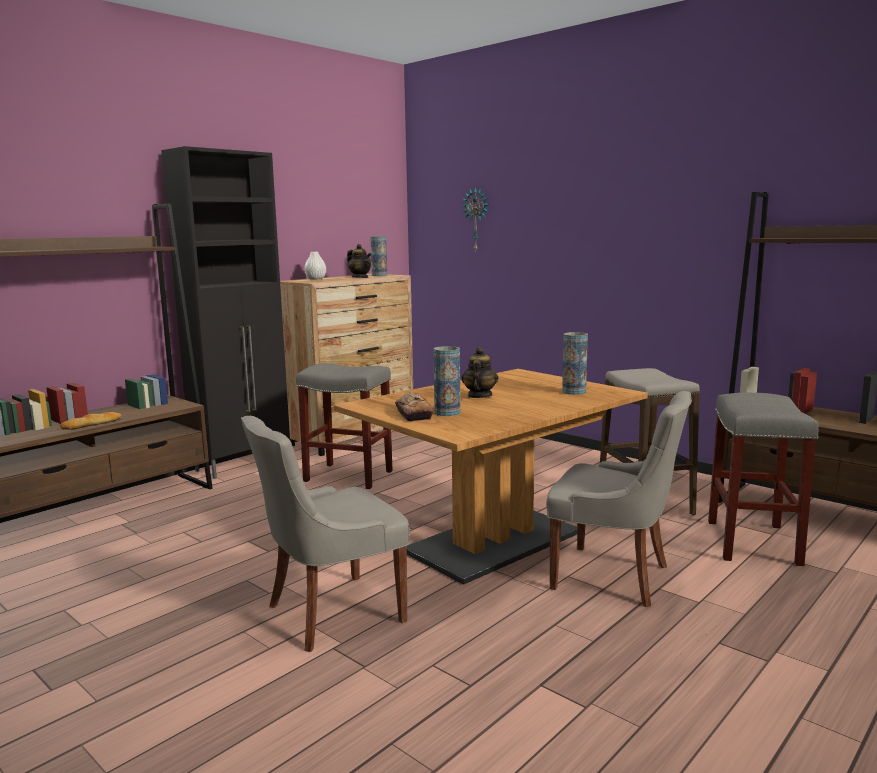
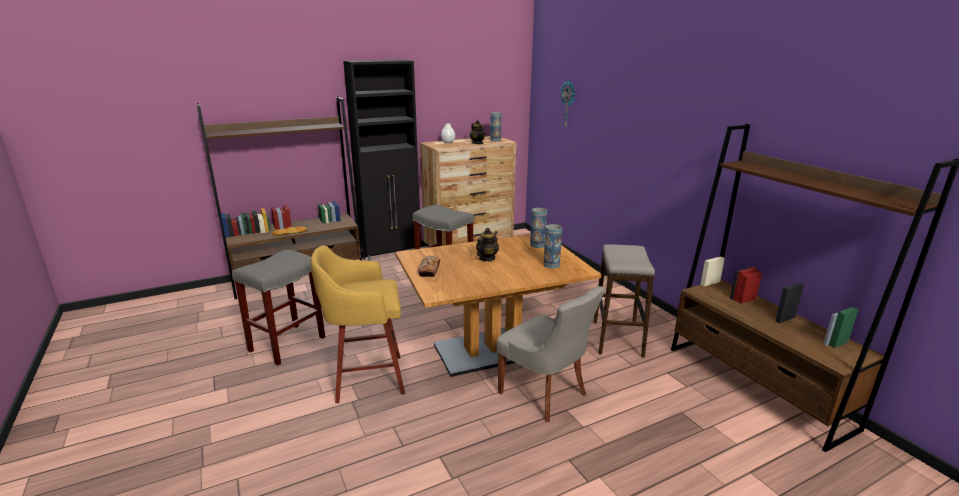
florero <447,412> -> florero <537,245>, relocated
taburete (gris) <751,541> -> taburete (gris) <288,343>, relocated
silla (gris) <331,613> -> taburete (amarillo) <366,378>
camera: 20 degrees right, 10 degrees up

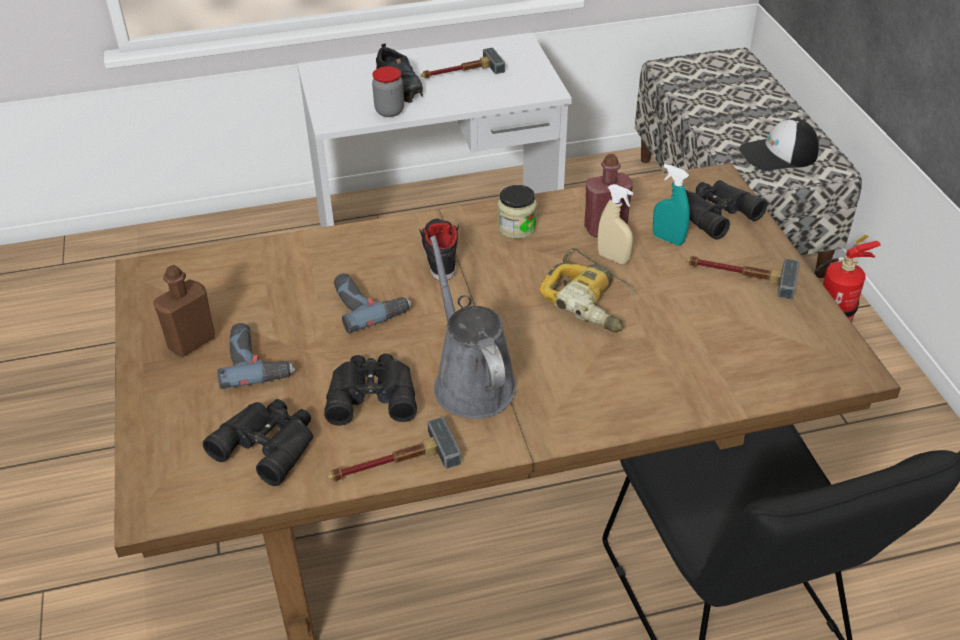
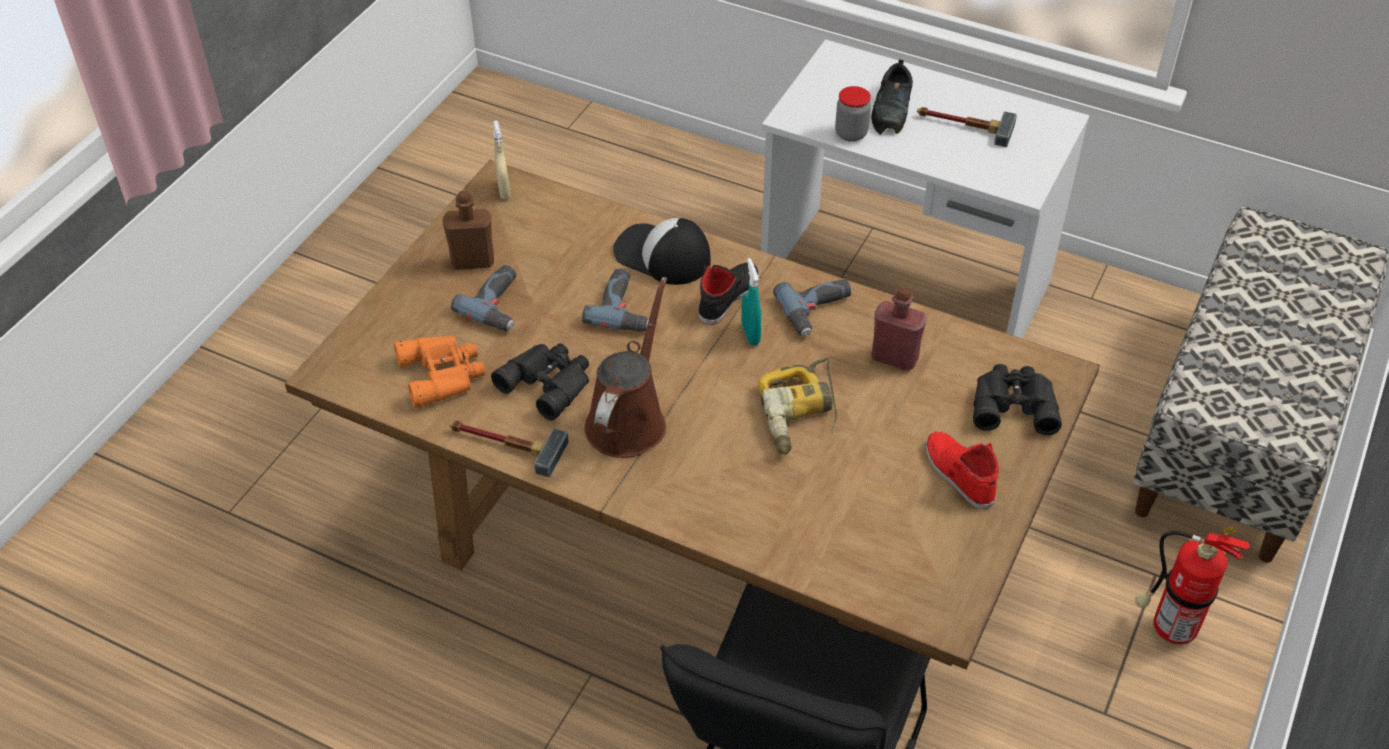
gorra <778,154> -> gorra <662,255>, relocated
pulverizador (turquesa) <668,239> -> pulverizador (turquesa) <750,334>, relocated
pulverizador (beis) <613,258> -> pulverizador (beis) <504,190>, relocated
tarro <516,228> -> taladro <818,311>
regadera (gris) <471,381> -> regadera (marrón) <628,420>
martillo <739,275> -> zapato (rojo) <958,474>
prismáticos (negro) <269,443> -> prismáticos (naranja) <443,374>
camera: 40 degrees right, 5 degrees up

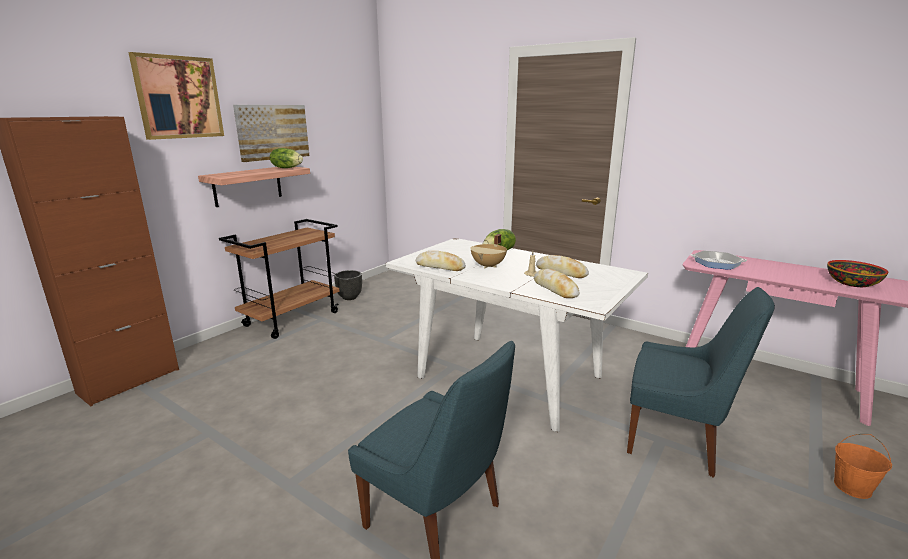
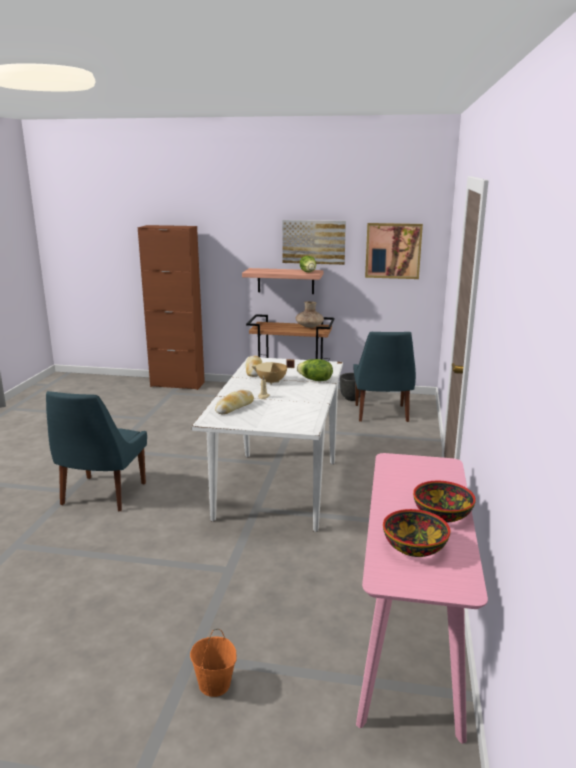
cuadro <178,97> -> cuadro <393,250>, relocated
sartén <716,263> -> none
pan <561,272> -> none
silla (azul) <677,440> -> silla (azul) <381,414>, relocated
none -> florero (marrón) <309,326>
none -> cuenco <443,515>
camera: 65 degrees right, 0 degrees up

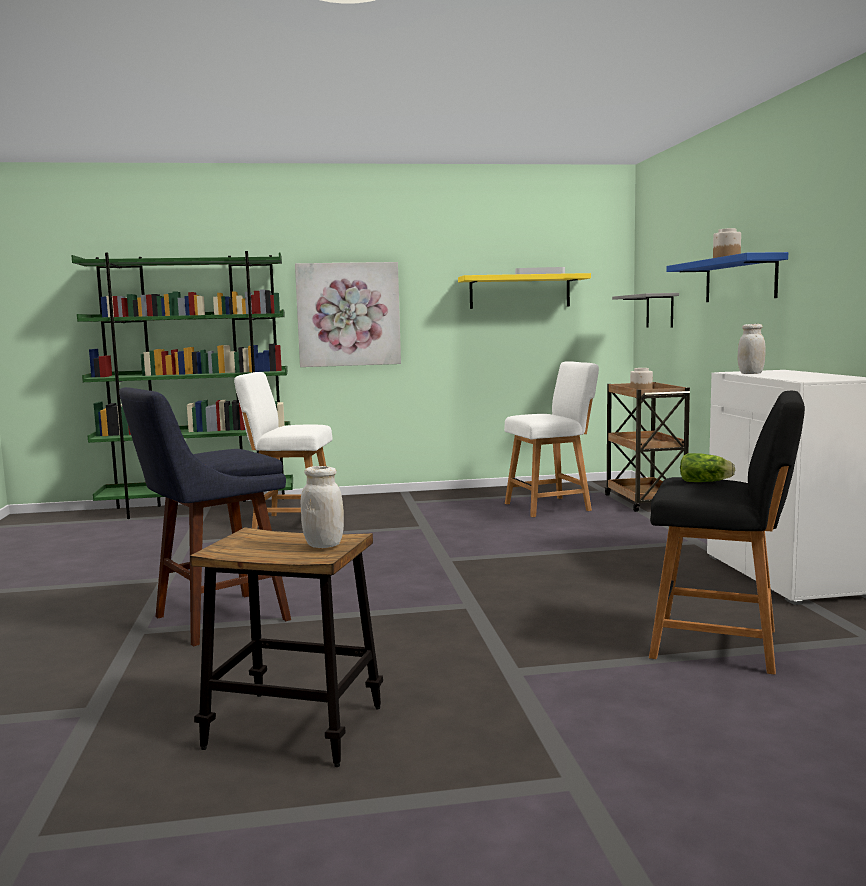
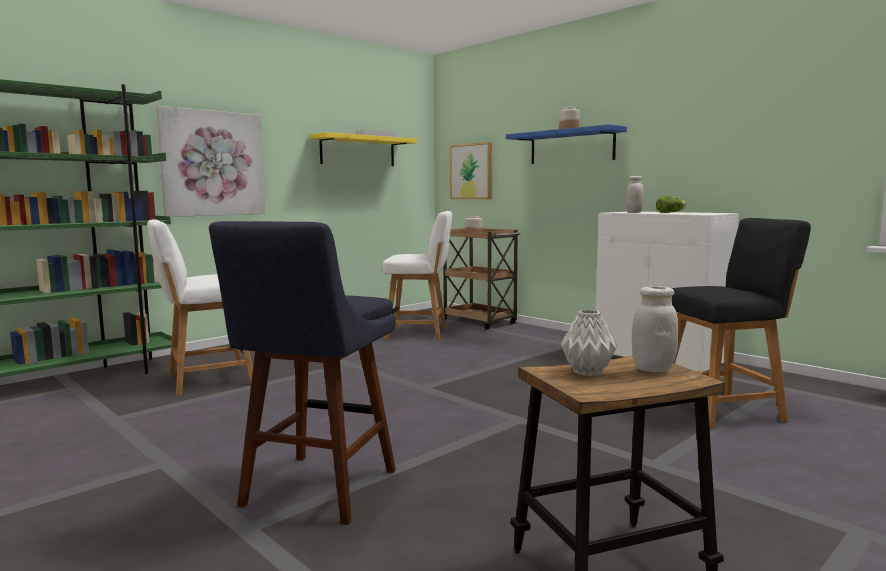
estante (gris) <660,310> -> cuadro <471,171>
silla (blanco) <551,506> -> silla (blanco) <420,333>, 60 degrees clockwise
lechuga <707,482> -> lechuga <671,212>, relocated
none -> florero (gris) <588,372>
camera: 35 degrees left, 0 degrees up

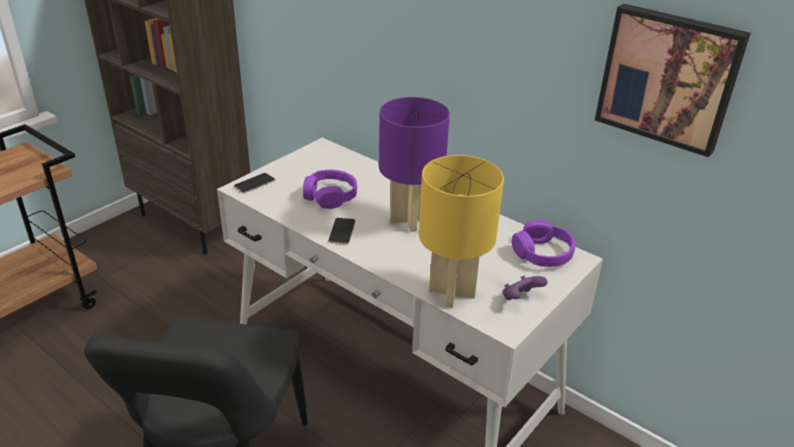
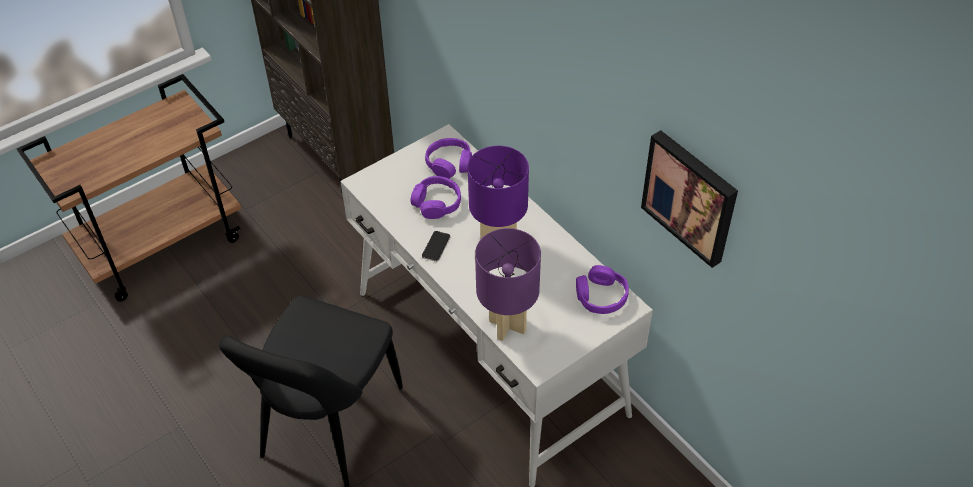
lámpara de mesa (amarillo) <452,293> -> lámpara de mesa (morado) <507,326>
móvil <254,183> -> none
mando de consola (morado) <520,298> -> none
none -> auriculares (morado) <449,164>
camera: 15 degrees right, 15 degrees up

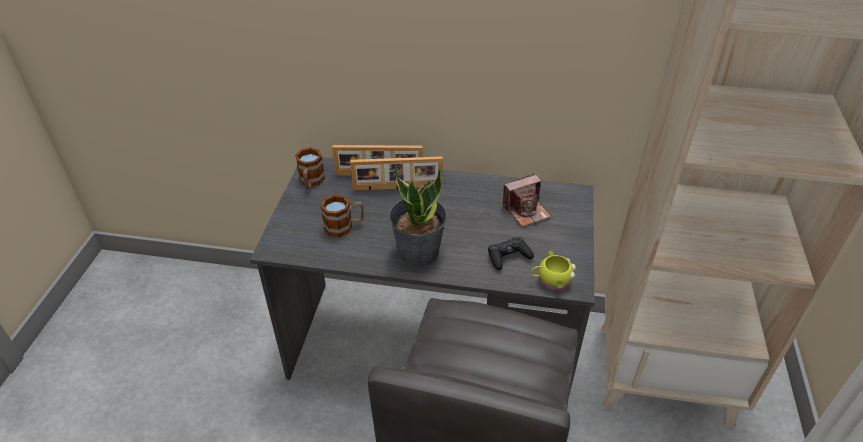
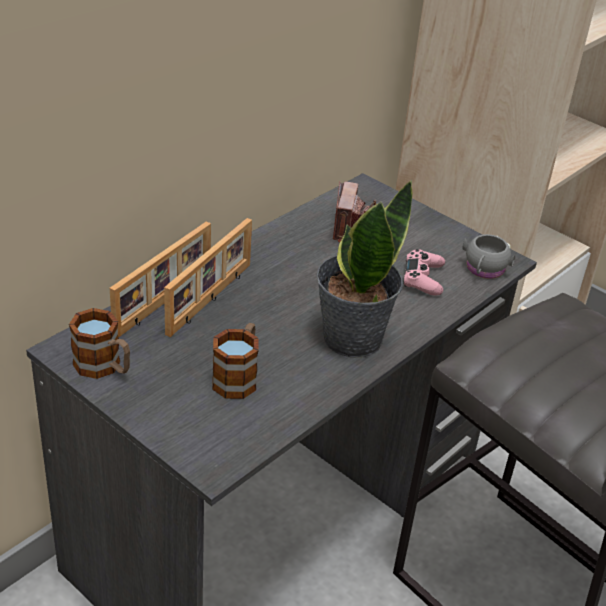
mando de consola (negro) <508,257> -> mando de consola (rosa) <423,279>
taza grande (amarillo) <551,280> -> taza grande (gris) <484,270>
camera: 60 degrees left, 5 degrees down

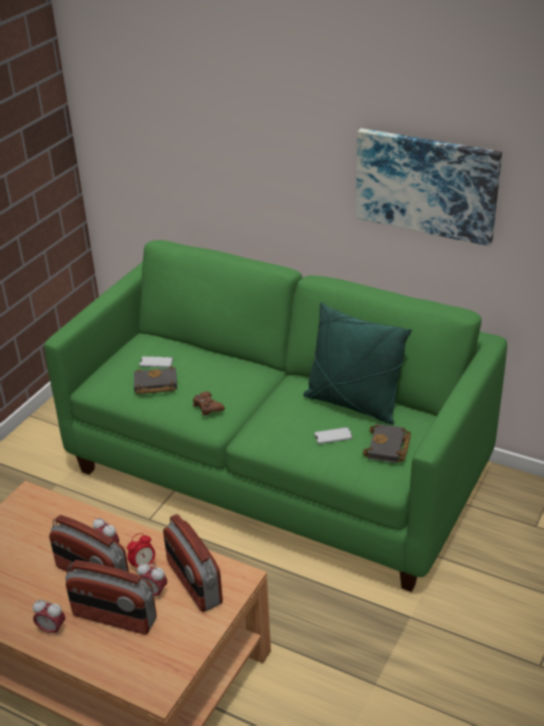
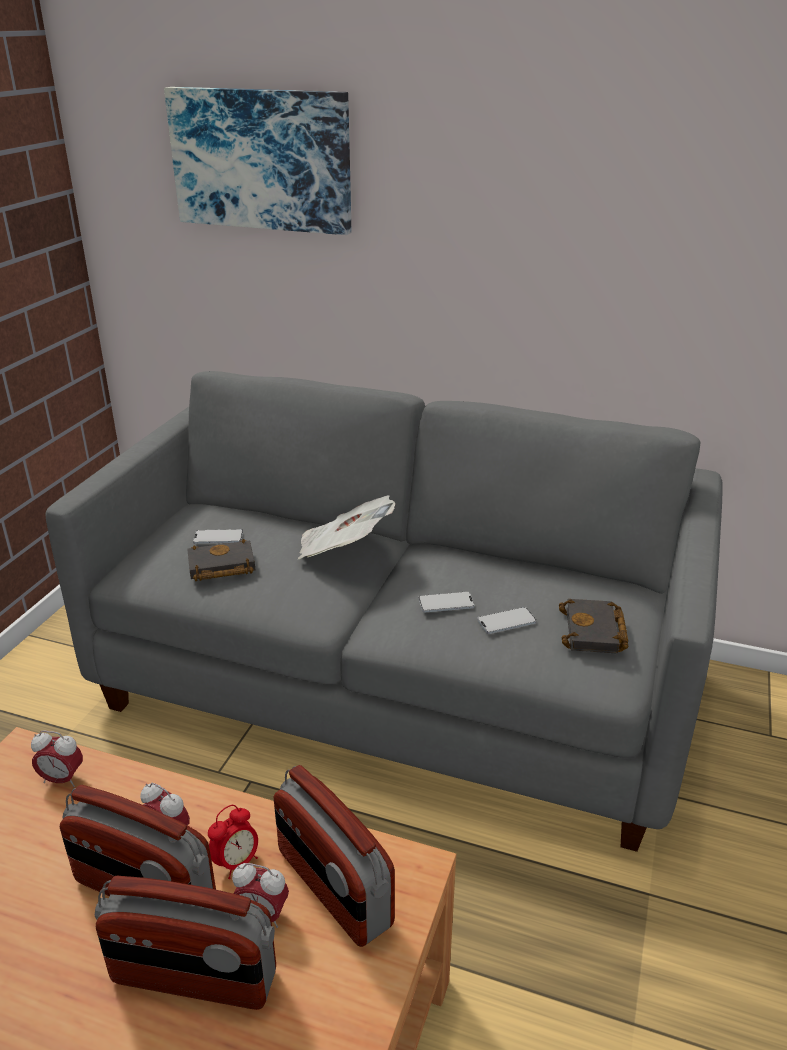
cuadro <427,184> -> cuadro <262,160>, relocated
sofá (verde) <278,470> -> sofá (gris) <395,685>
cojín (verde) <353,404> -> none
mando de consola (marrón) <207,407> -> none
despertador <51,629> -> despertador <62,779>, relocated
none -> periódico <343,550>
none -> móvil <446,603>
camera: 10 degrees left, 5 degrees down

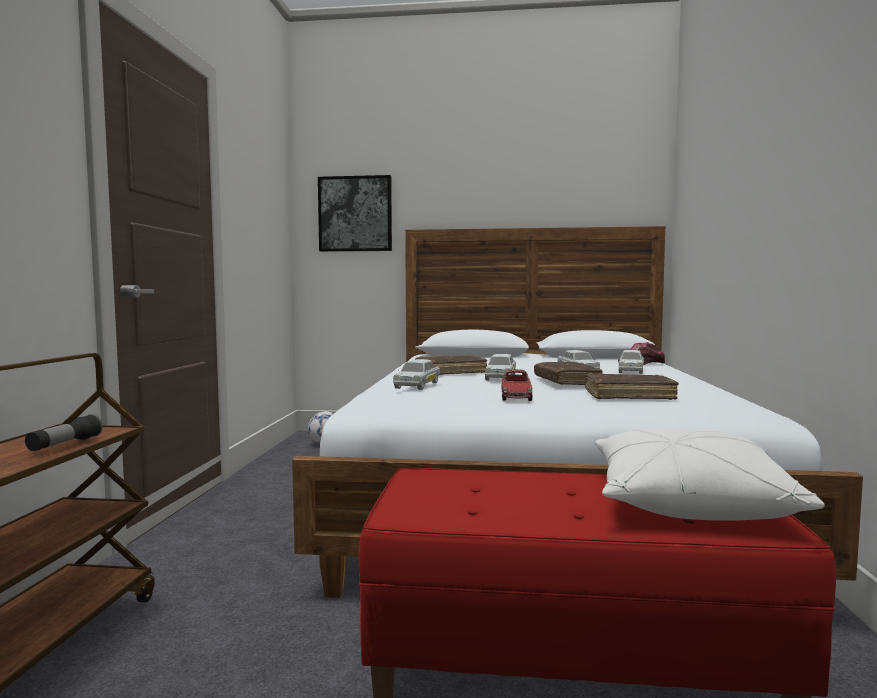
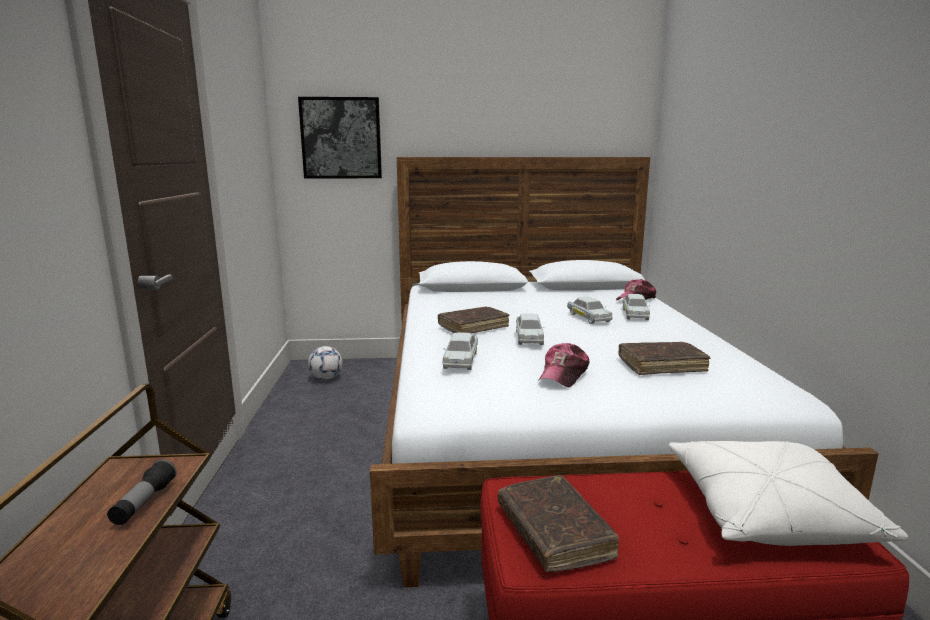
libro (marrón) <566,381> -> libro (marrón) <554,532>, relocated
coche de juguete <516,396> -> gorra <563,374>
camera: 10 degrees left, 10 degrees up

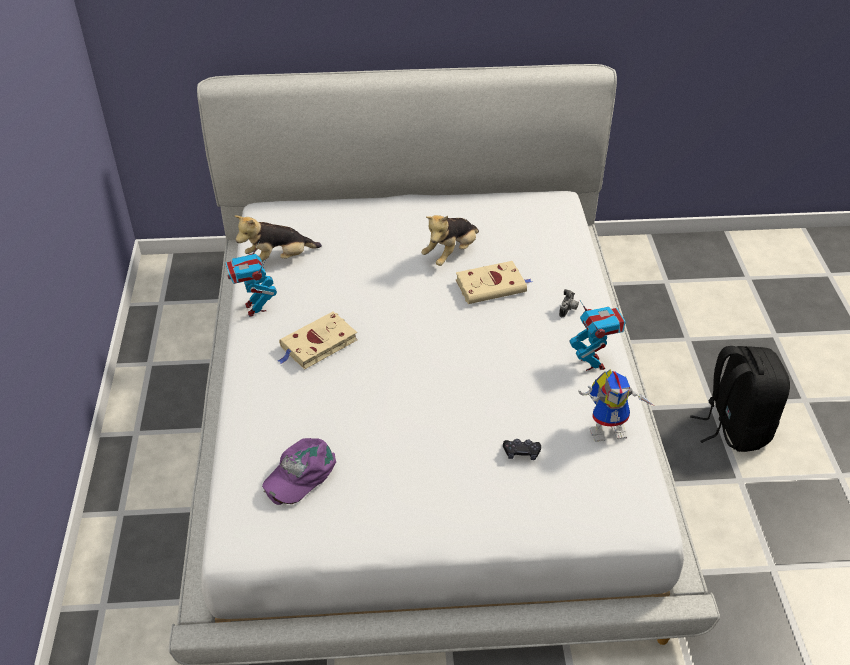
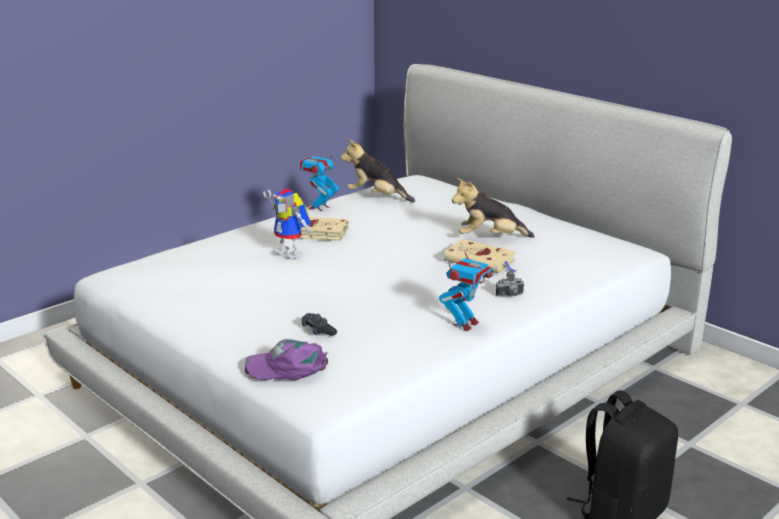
robot de juguete <609,429> -> robot de juguete <292,253>, relocated
gorra (morado) <300,473> -> gorra (morado) <288,367>, relocated
camera: 50 degrees right, 20 degrees down

